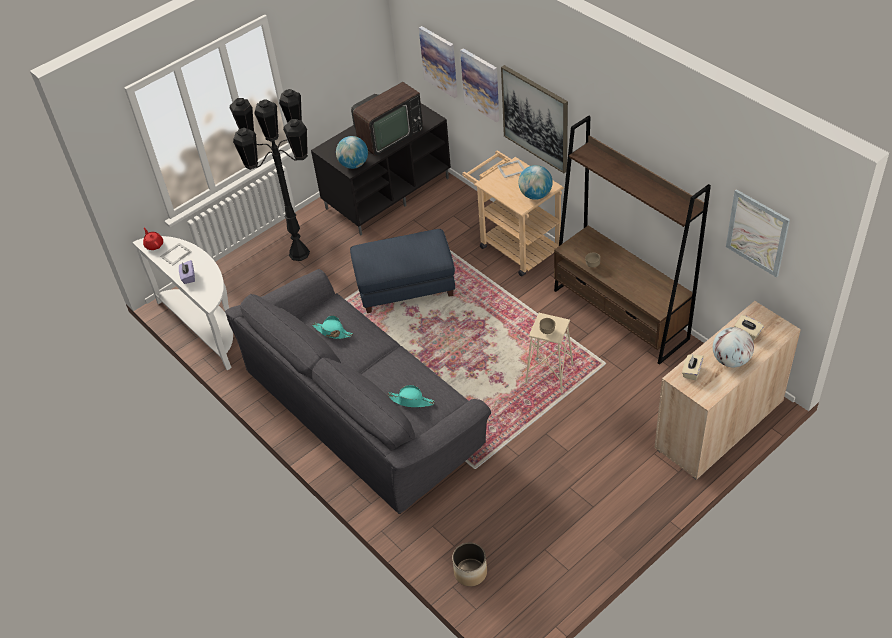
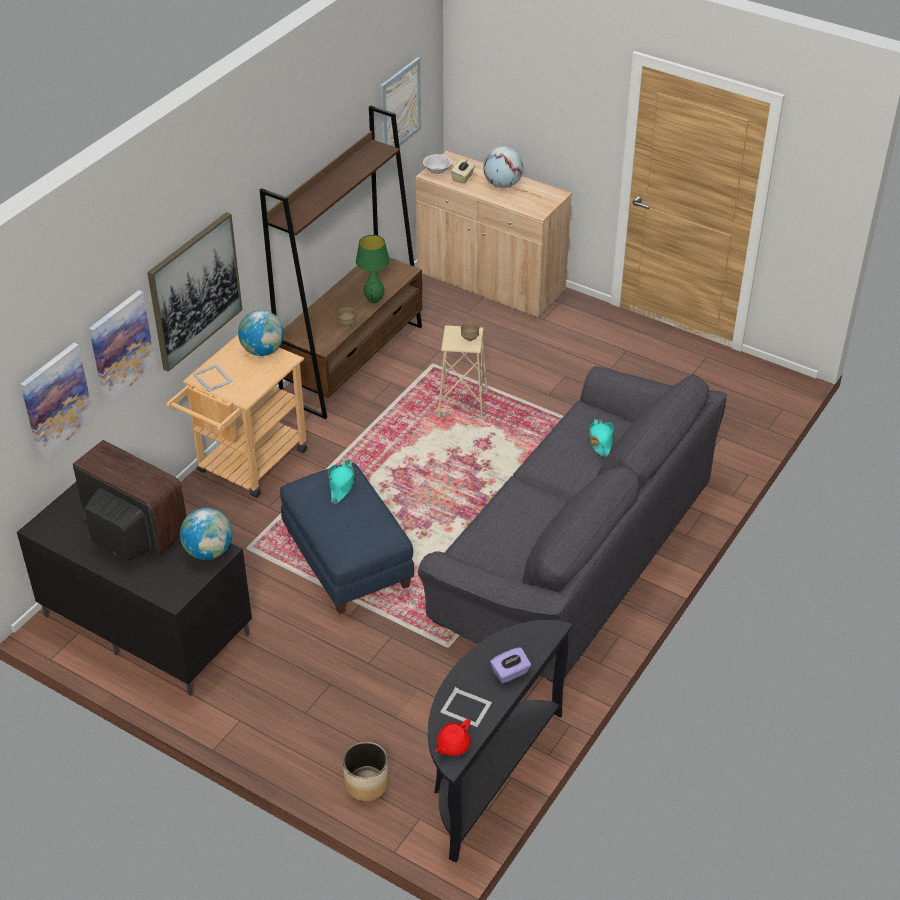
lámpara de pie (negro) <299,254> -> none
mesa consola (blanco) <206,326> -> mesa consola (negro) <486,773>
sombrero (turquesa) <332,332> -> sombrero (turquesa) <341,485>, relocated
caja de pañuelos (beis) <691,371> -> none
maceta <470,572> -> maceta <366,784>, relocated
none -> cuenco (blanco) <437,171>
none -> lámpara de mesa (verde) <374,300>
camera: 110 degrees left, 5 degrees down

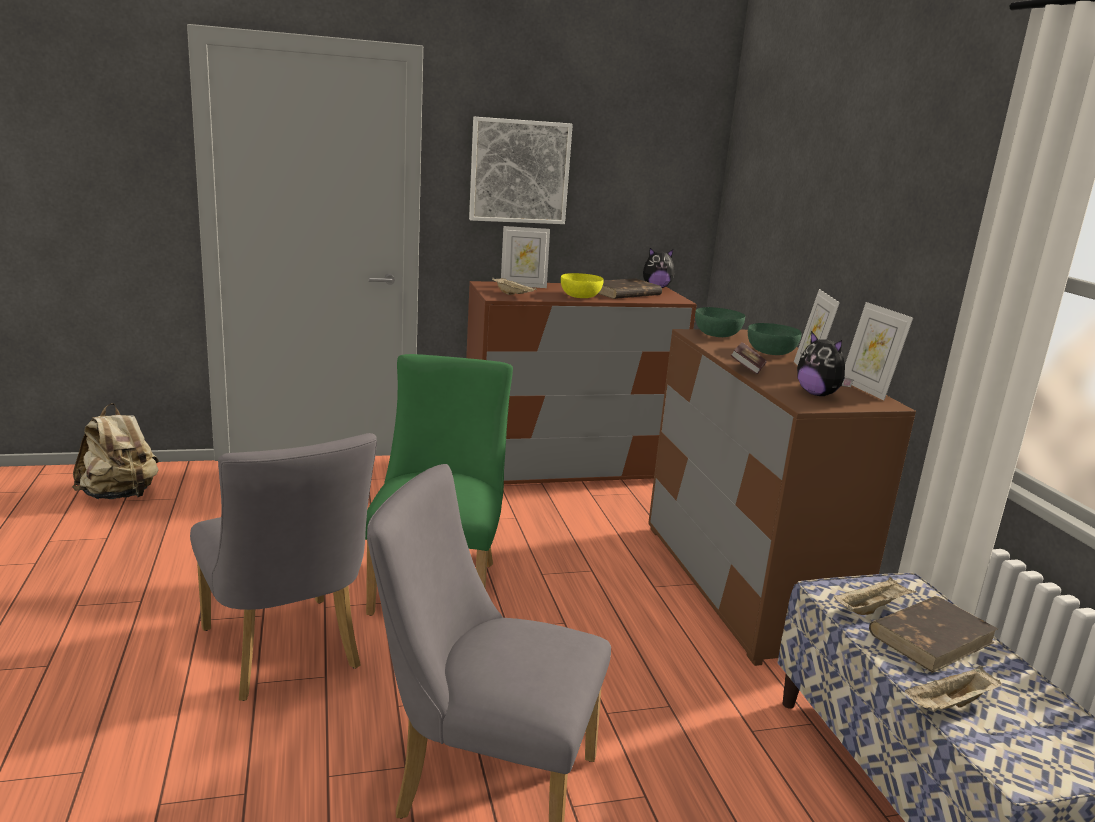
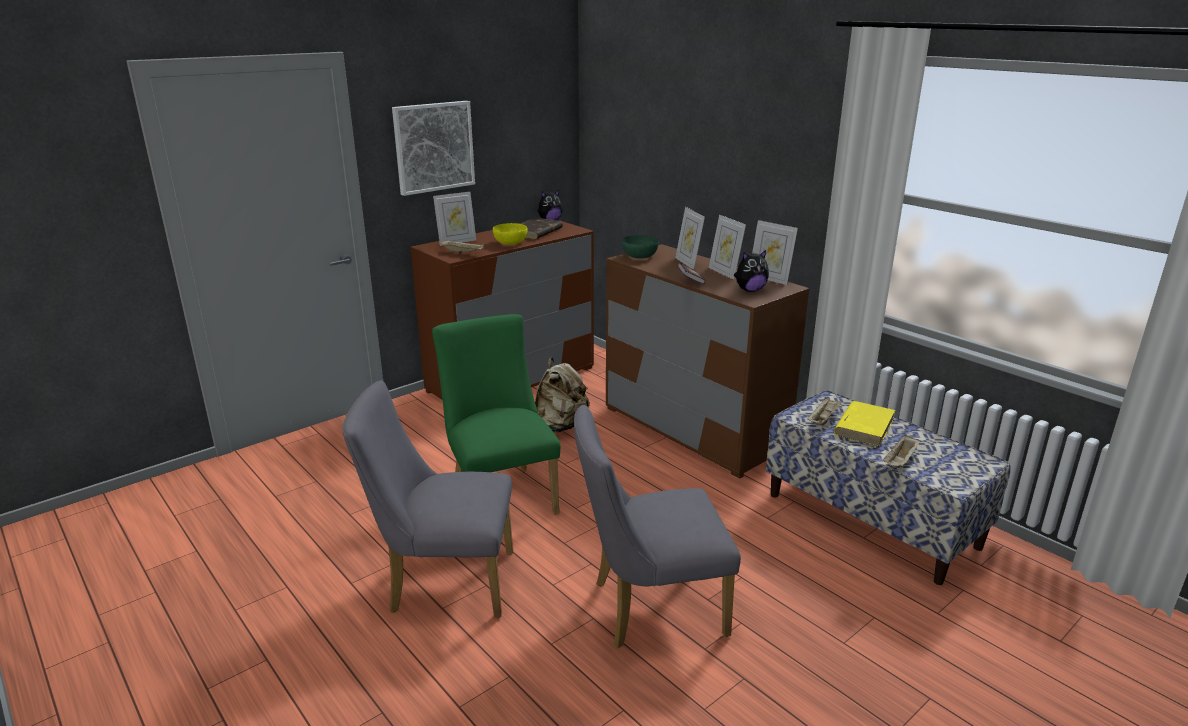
cuenco (verde) <771,352> -> portarretratos <688,263>
peluche <818,394> -> peluche <750,290>, 45 degrees counterclockwise
mochila (beis) <120,495> -> mochila (beis) <559,426>, relocated
silla (gris) <285,655> -> silla (gris) <443,582>, 150 degrees clockwise
libro (marrón) <931,637> -> libro (amarillo) <864,426>
camera: 25 degrees left, 5 degrees up

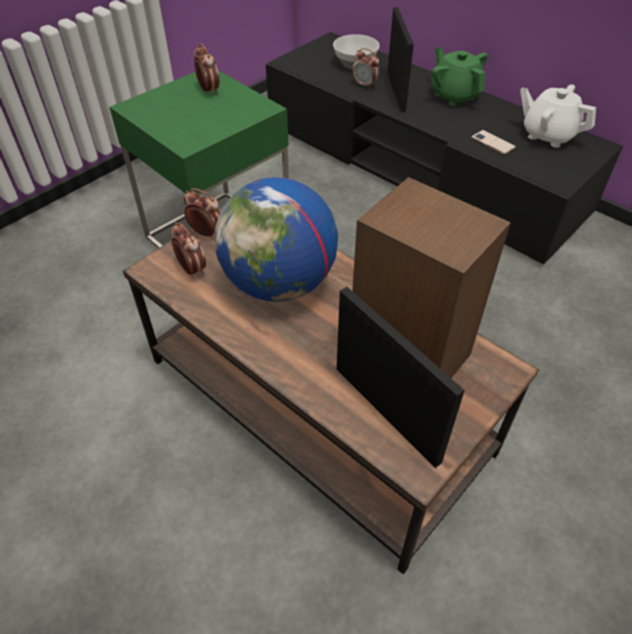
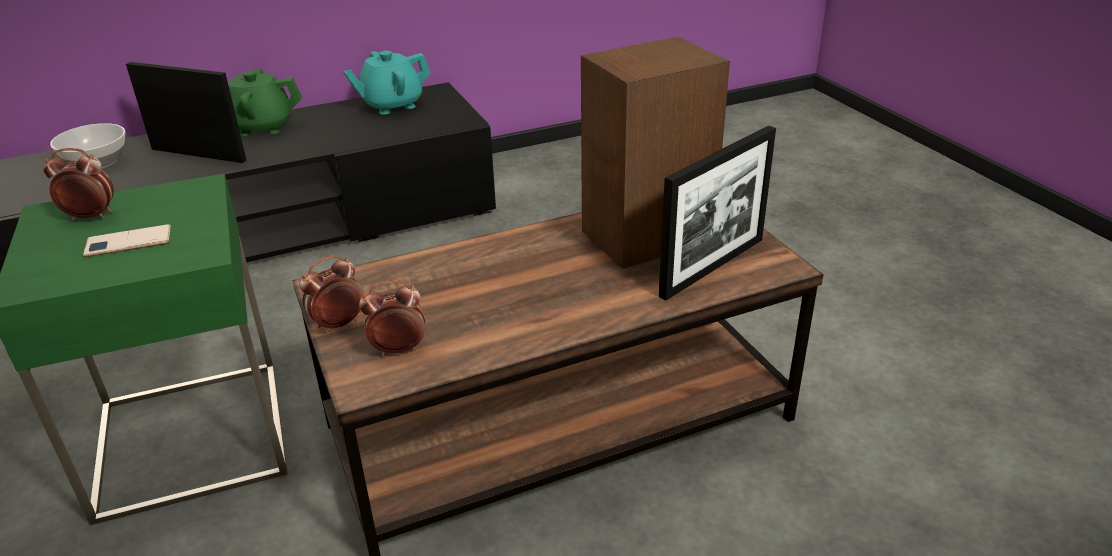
despertador <365,85> -> none
tetera (blanco) <548,135> -> tetera (turquesa) <391,105>
móvil <493,142> -> móvil <128,242>, relocated
globo terráqueo <279,284> -> none
portarretratos <385,413> -> portarretratos <712,267>, 150 degrees clockwise
camera: 65 degrees left, 15 degrees down

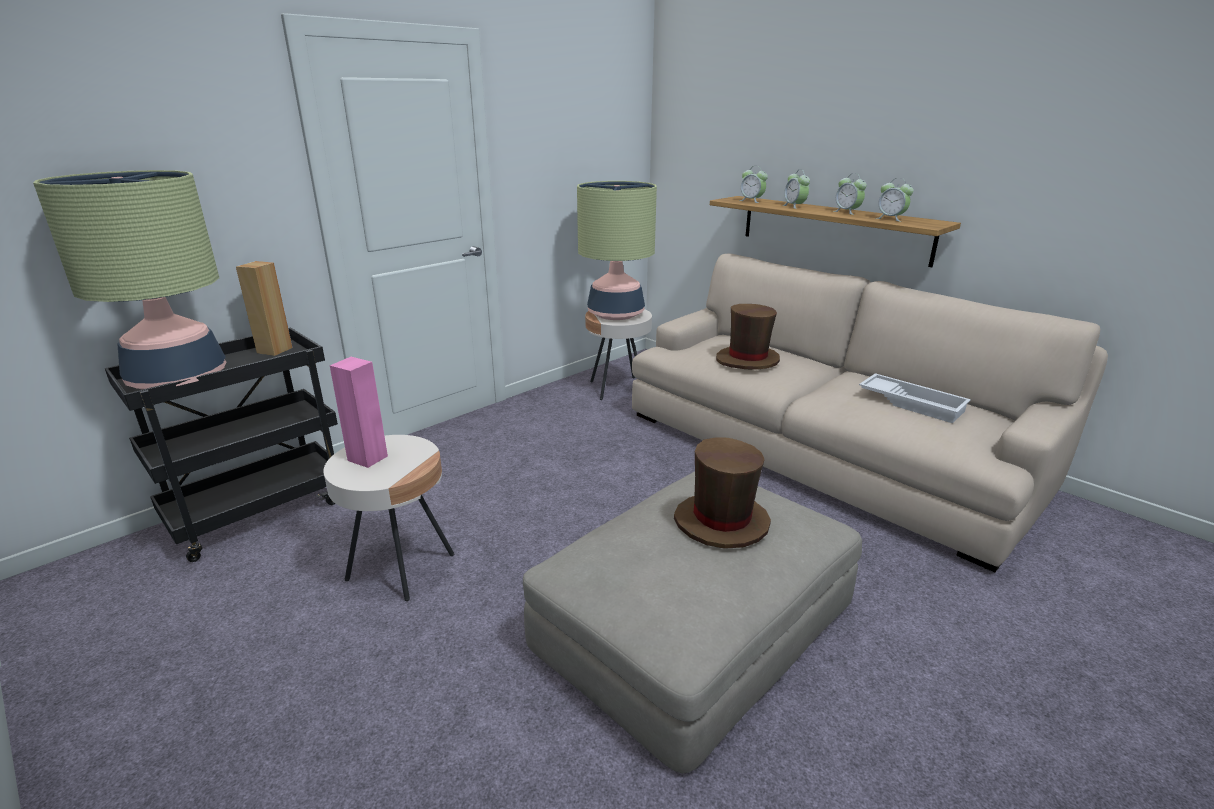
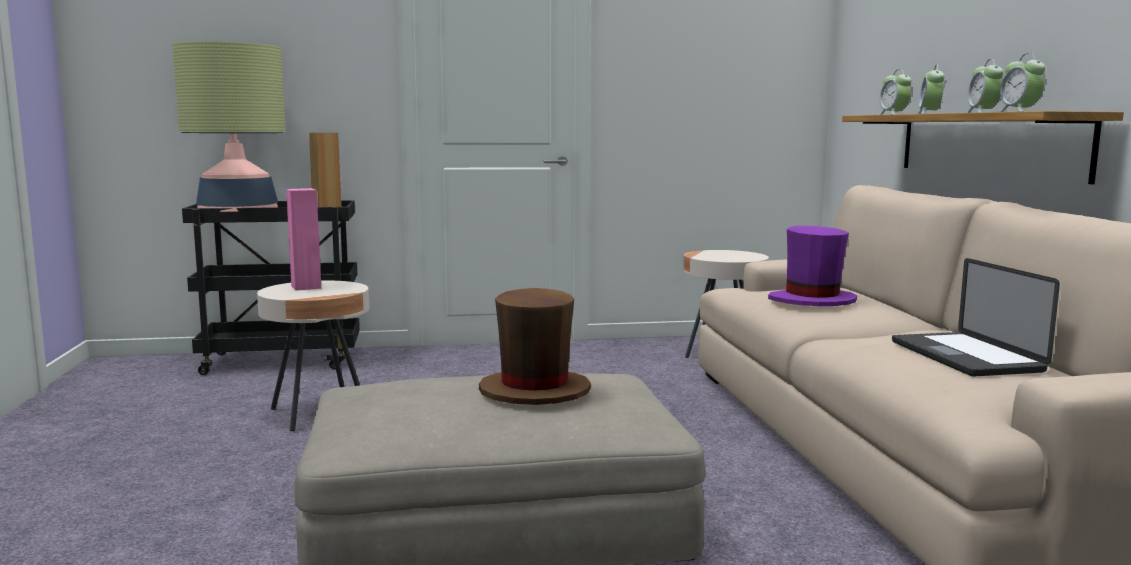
lámpara de mesa <615,314> -> none
sombrero (marrón) <747,360> -> sombrero (morado) <811,301>
bandeja (blanco) <912,403> -> portátil <965,356>
camera: 35 degrees right, 15 degrees down

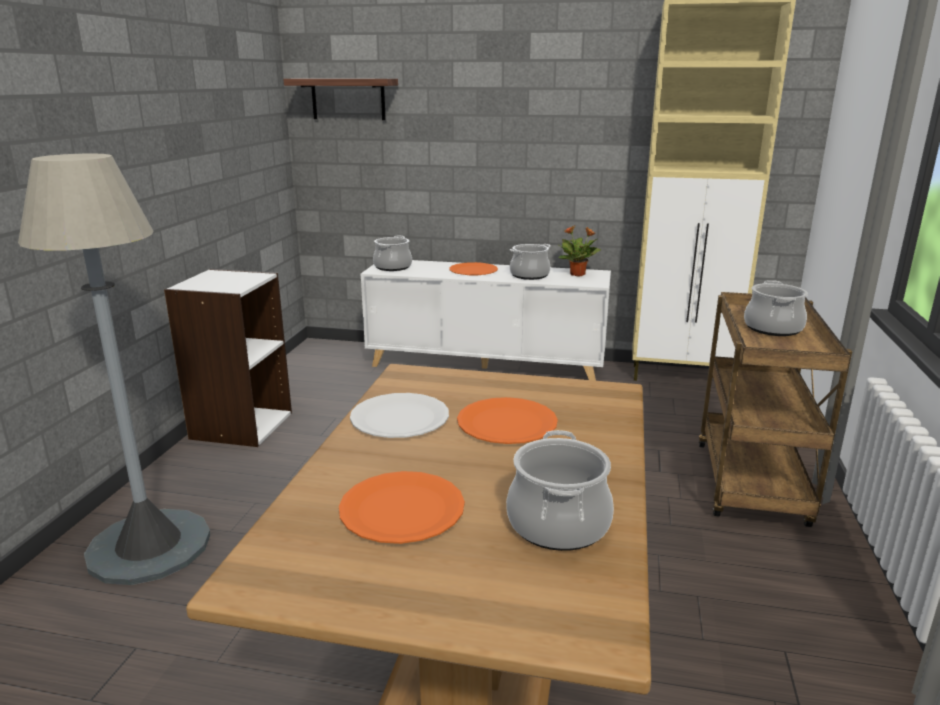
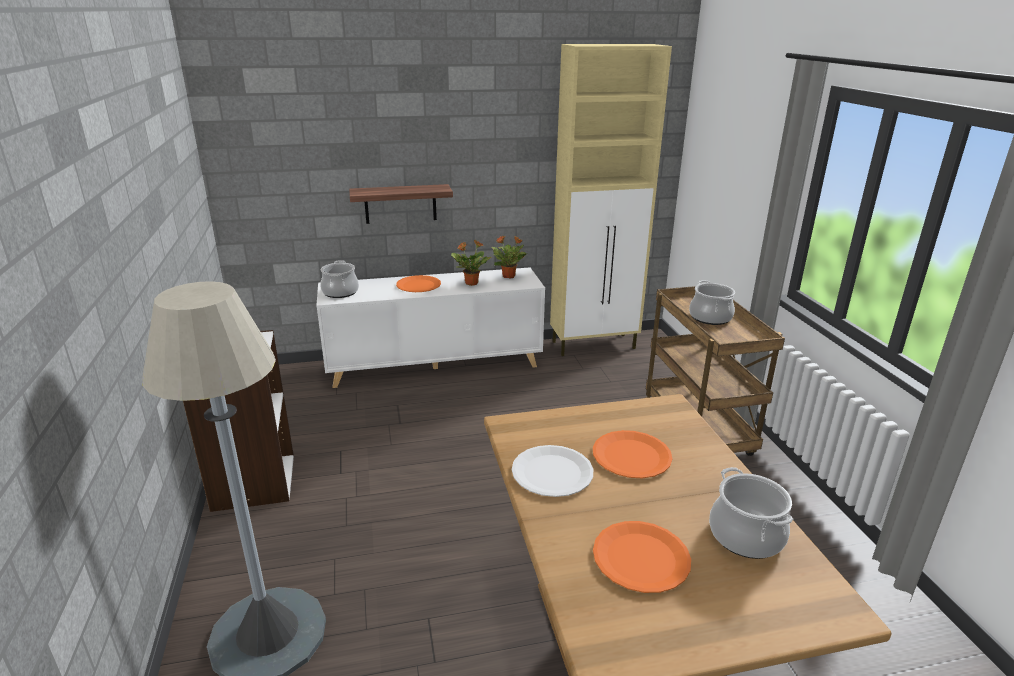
estante <348,99> -> estante <400,204>, relocated
olla <529,275> -> planta en maceta <471,283>
camera: 25 degrees left, 5 degrees up

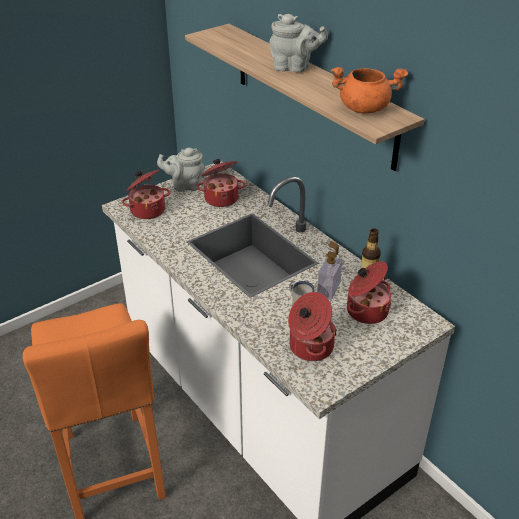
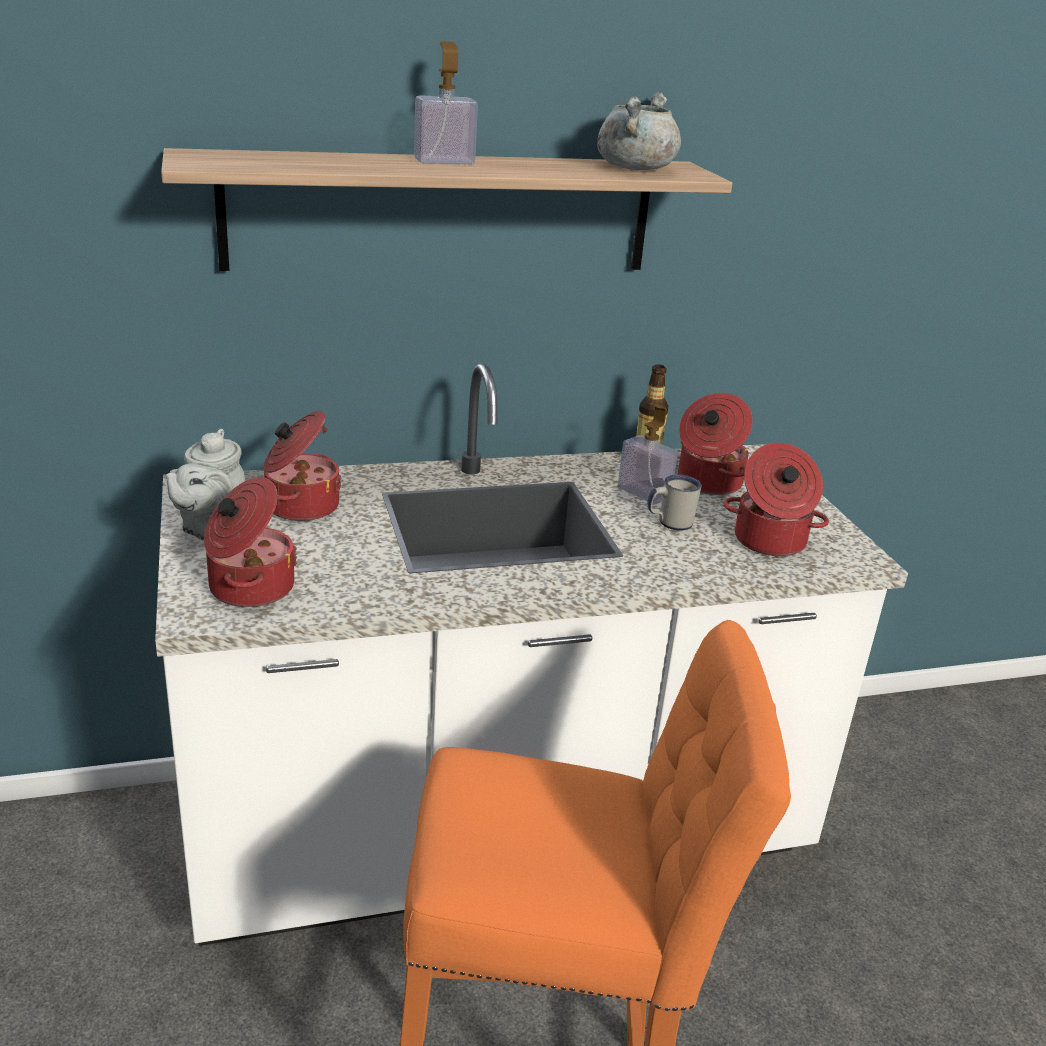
tetera (gris) <294,68> -> dispensador de jabón <444,161>
olla (naranja) <364,108> -> olla (gris) <635,168>
camera: 70 degrees left, 10 degrees down

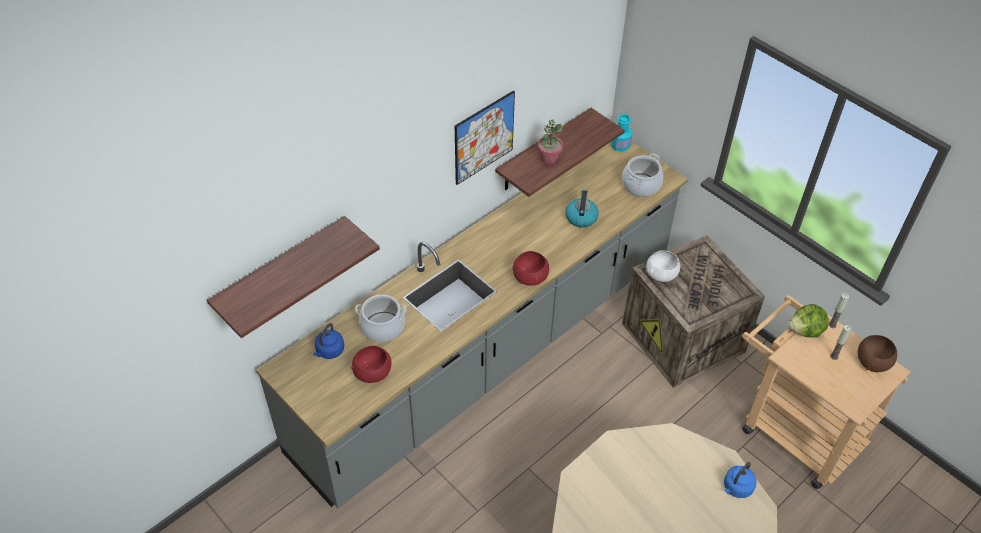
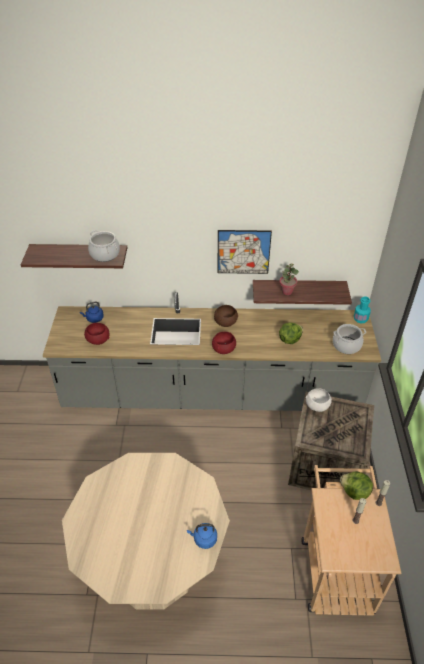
hervidor <581,217> -> lechuga <289,339>
olla <382,327> -> olla <105,254>, relocated
cuenco (marrón) <872,362> -> cuenco (marrón) <226,322>, relocated
camera: 45 degrees right, 5 degrees down

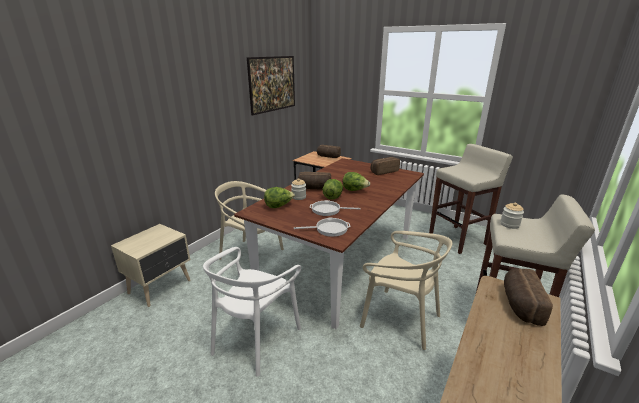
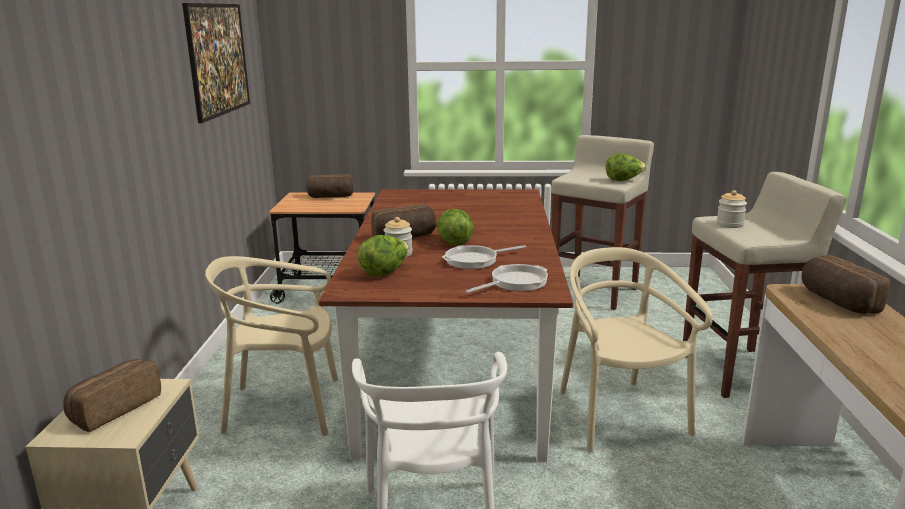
pan <383,171> -> pan <114,408>, relocated
lechuga <355,190> -> lechuga <623,180>, relocated
silla (beis) <400,319> -> silla (beis) <619,415>, 105 degrees counterclockwise
camera: 30 degrees left, 5 degrees down

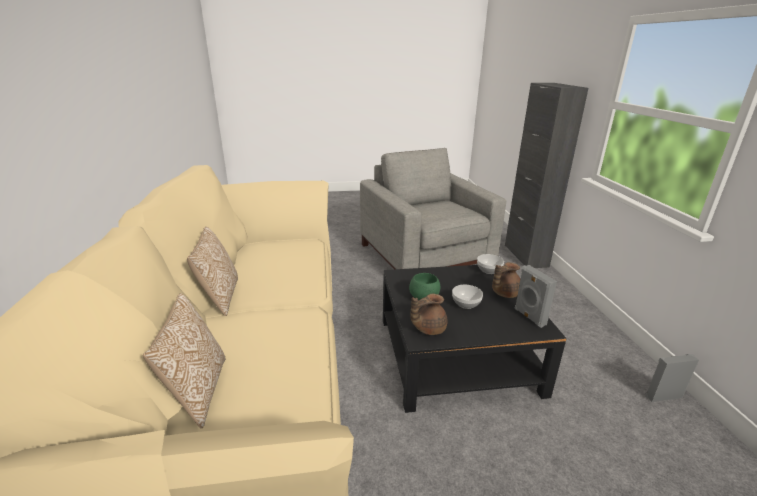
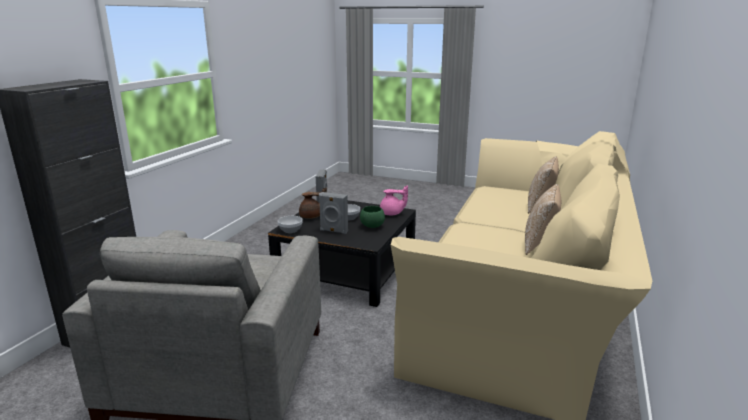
tetera (marrón) <428,328> -> tetera (rosa) <392,213>
altavoz (gris) <662,396> -> altavoz (gris) <333,231>, relocated
camera: 150 degrees left, 5 degrees down

